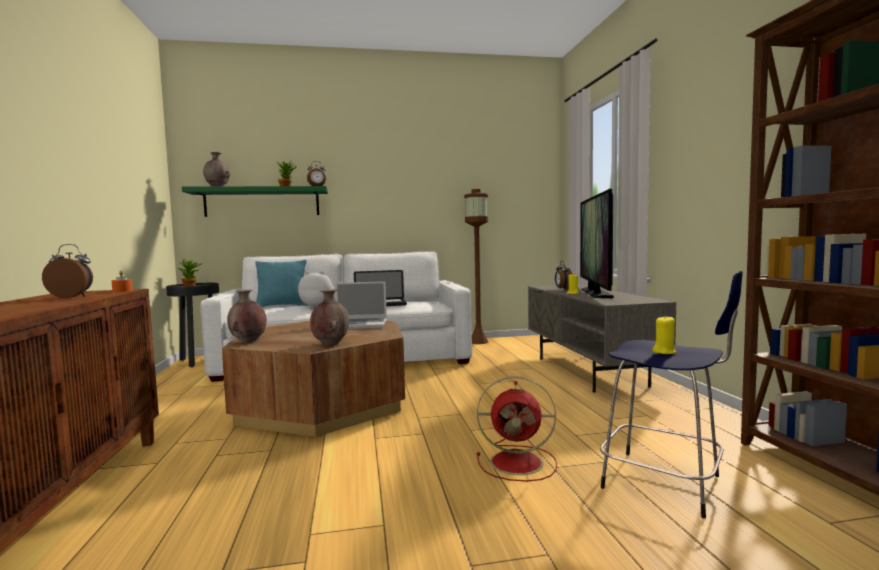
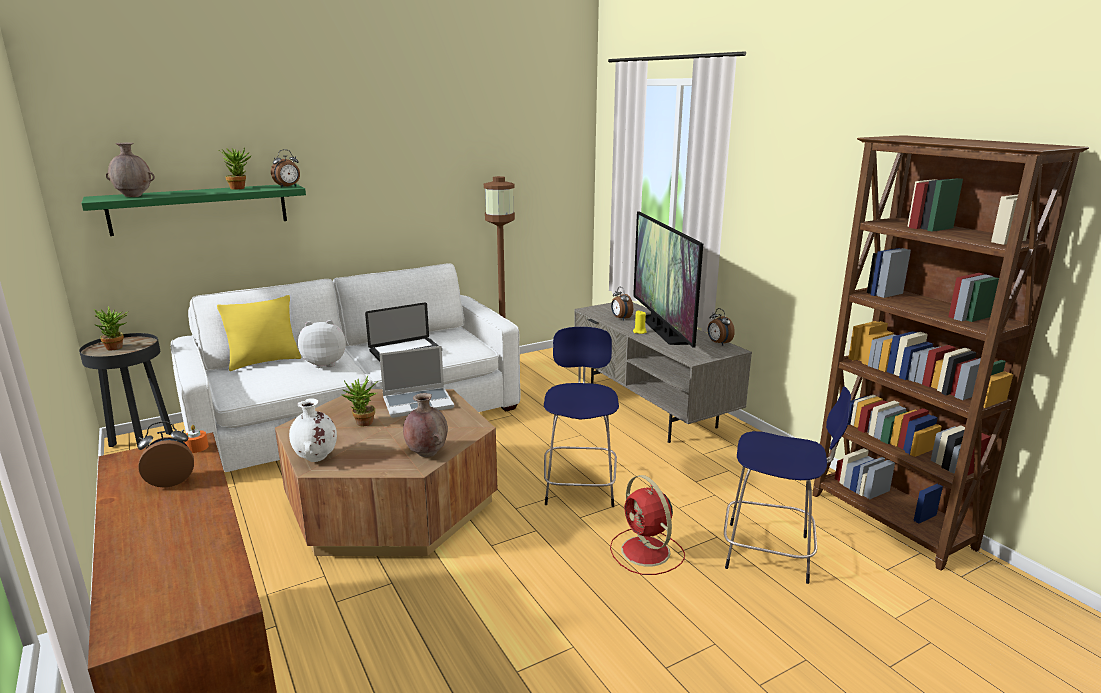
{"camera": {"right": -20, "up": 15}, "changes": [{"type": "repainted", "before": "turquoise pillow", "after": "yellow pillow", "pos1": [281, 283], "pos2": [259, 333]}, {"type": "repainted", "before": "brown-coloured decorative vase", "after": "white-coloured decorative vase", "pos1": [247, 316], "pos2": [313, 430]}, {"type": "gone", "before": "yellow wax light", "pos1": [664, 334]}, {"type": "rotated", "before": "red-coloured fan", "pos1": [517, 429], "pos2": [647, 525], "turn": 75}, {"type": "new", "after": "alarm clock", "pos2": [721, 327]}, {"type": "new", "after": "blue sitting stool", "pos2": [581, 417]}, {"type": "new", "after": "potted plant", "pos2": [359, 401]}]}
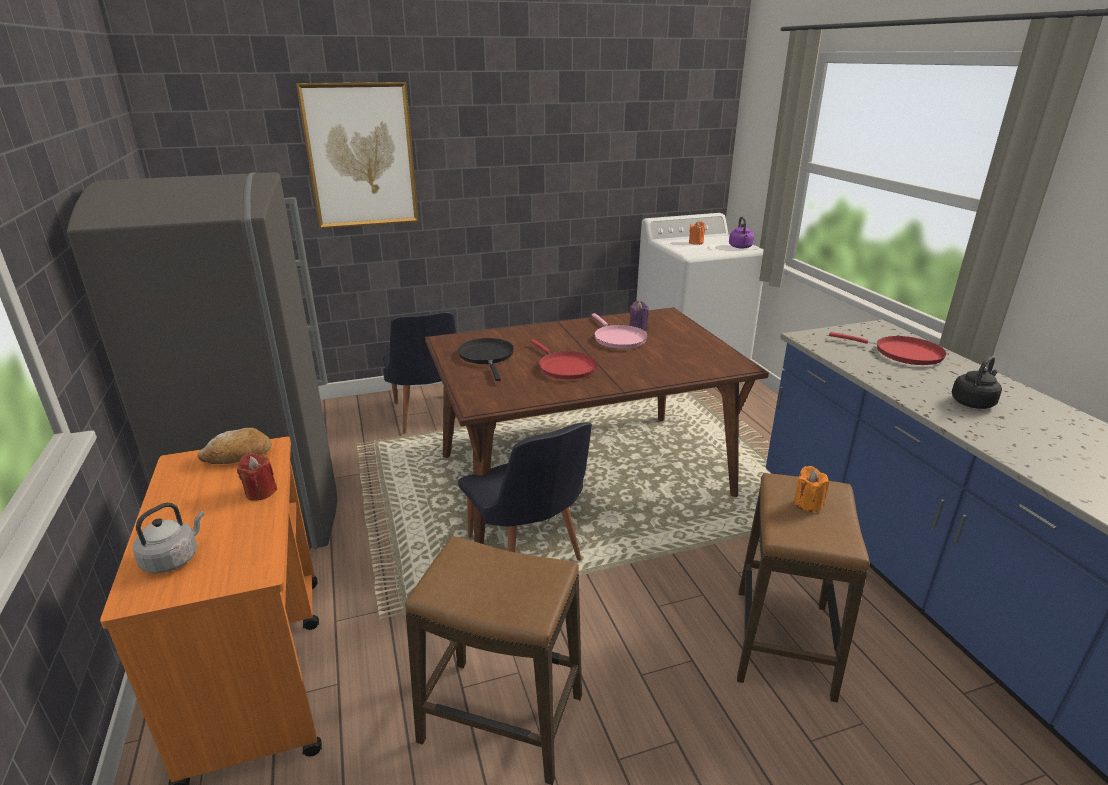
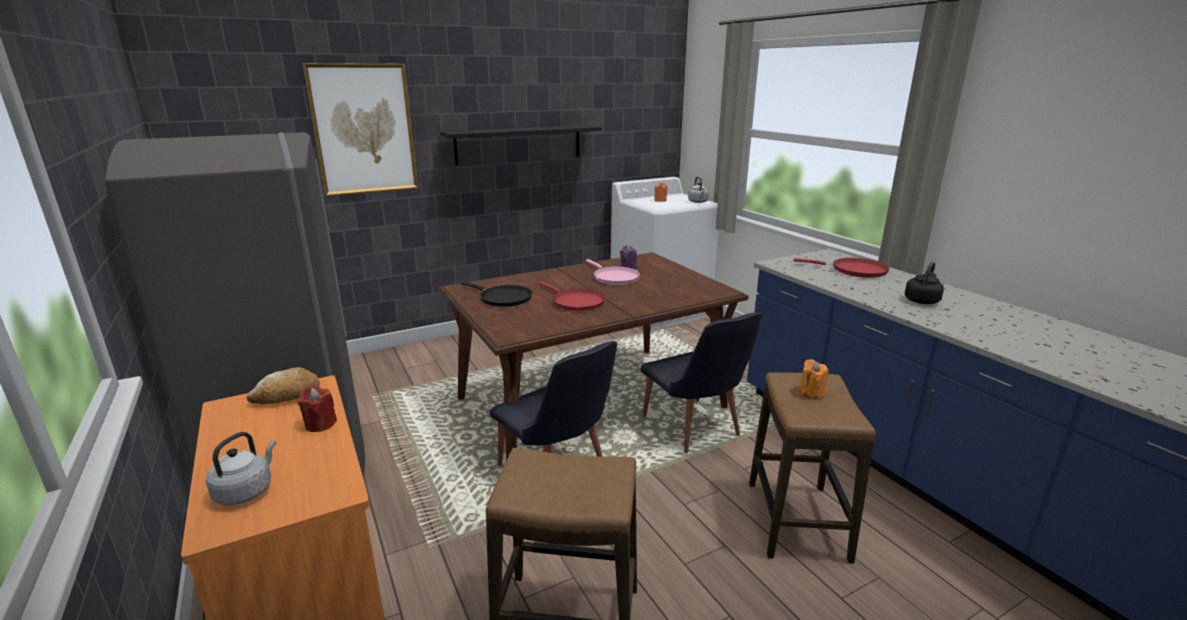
{"camera": {"right": -10, "up": -5}, "changes": [{"type": "repainted", "before": "purple-coloured water kettle", "after": "greyish water kettle", "pos1": [741, 233], "pos2": [698, 189]}, {"type": "shifted", "before": "black plain chair", "pos1": [419, 372], "pos2": [701, 382]}, {"type": "rotated", "before": "black pan", "pos1": [486, 359], "pos2": [496, 294], "turn": 150}, {"type": "new", "after": "black bracket shelf", "pos2": [521, 145]}]}
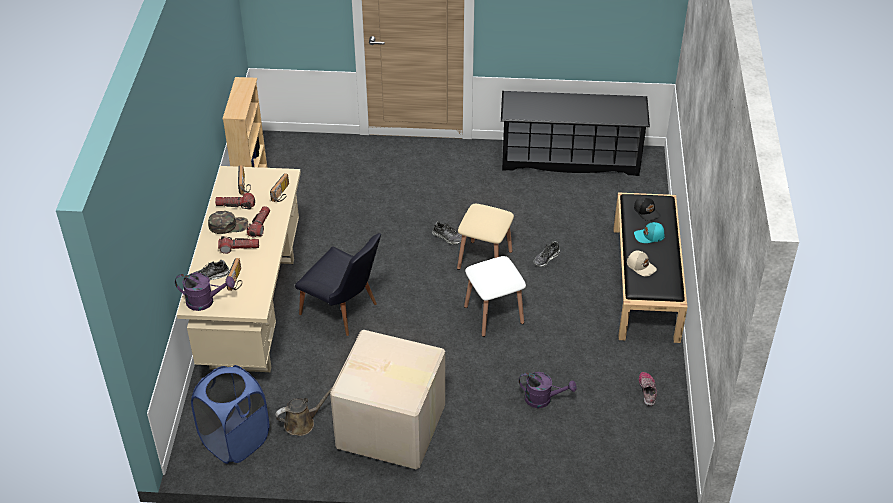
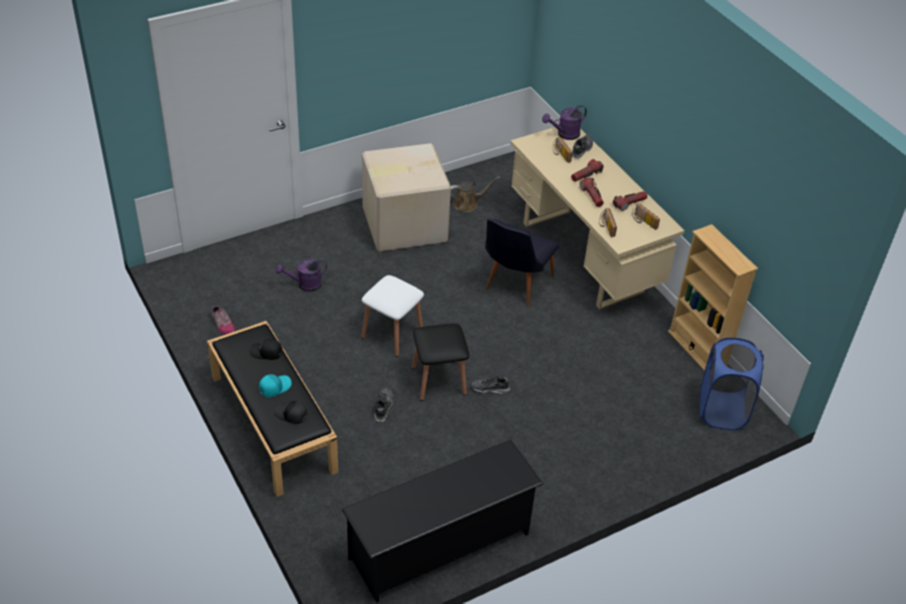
{"camera": {"right": 145, "up": 0}, "changes": [{"type": "repainted", "before": "beige sitting stool", "after": "black sitting stool", "pos1": [485, 237], "pos2": [440, 362]}, {"type": "gone", "before": "greenish peaked cap", "pos1": [228, 222]}, {"type": "rotated", "before": "black plain chair", "pos1": [338, 284], "pos2": [522, 262], "turn": -60}, {"type": "repainted", "before": "beige peaked cap", "after": "black peaked cap", "pos1": [642, 263], "pos2": [266, 349]}, {"type": "shifted", "before": "blue hamper", "pos1": [230, 414], "pos2": [732, 384]}, {"type": "rotated", "before": "brown-coloured sprinkling can", "pos1": [304, 411], "pos2": [475, 194], "turn": -135}]}
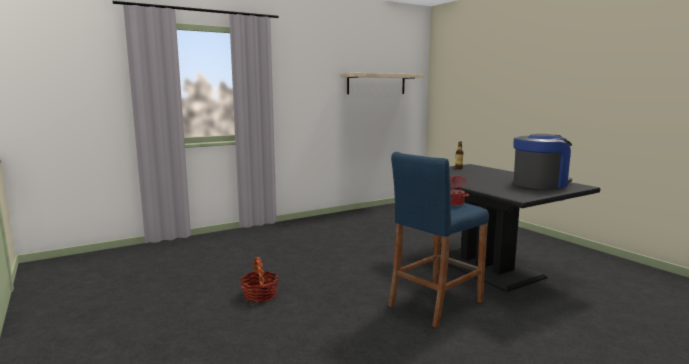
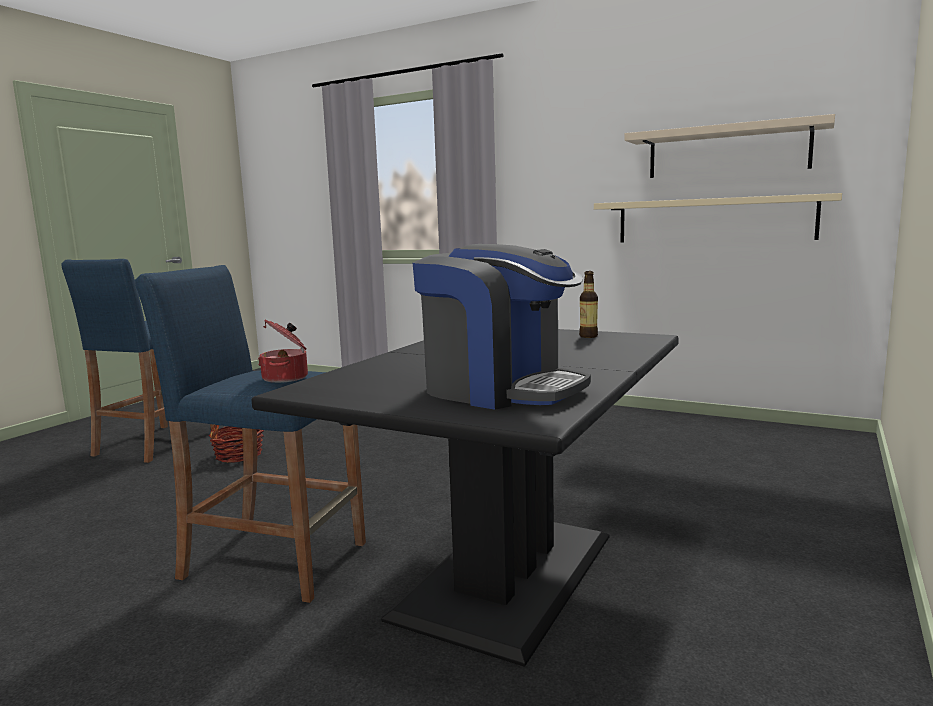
{"camera": {"right": 60, "up": 0}, "changes": [{"type": "new", "after": "beige bracket shelf", "pos2": [718, 218]}, {"type": "new", "after": "blue sitting stool", "pos2": [139, 361]}]}
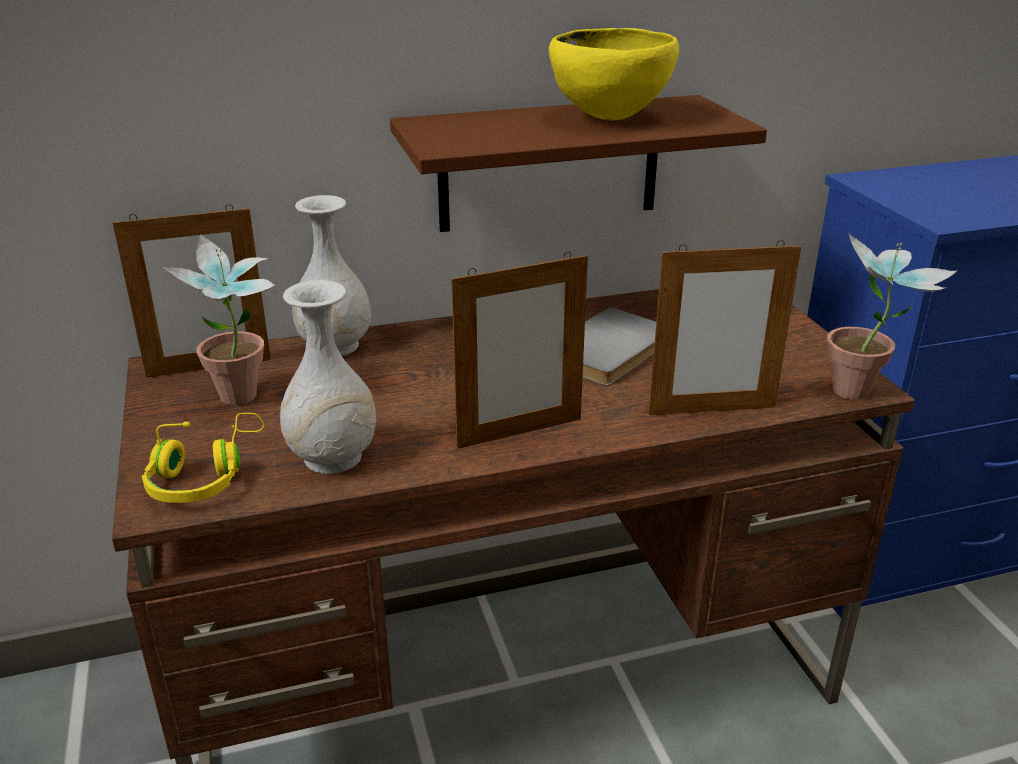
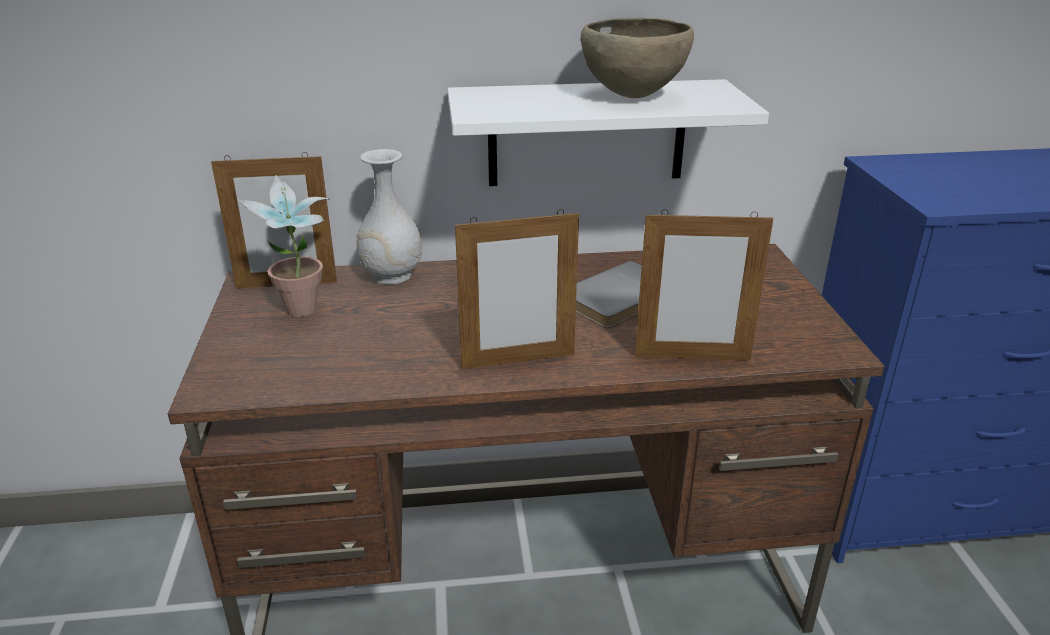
{"camera": {"right": 10, "up": 0}, "changes": [{"type": "repainted", "before": "yellow serving bowl", "after": "brown-coloured serving bowl", "pos1": [614, 74], "pos2": [637, 58]}, {"type": "repainted", "before": "brown-coloured bracket shelf", "after": "white-coloured bracket shelf", "pos1": [578, 163], "pos2": [608, 132]}, {"type": "gone", "before": "potted plant", "pos1": [891, 317]}, {"type": "gone", "before": "white-coloured decorative vase", "pos1": [328, 377]}, {"type": "gone", "before": "yellow pair of headphones", "pos1": [203, 458]}]}
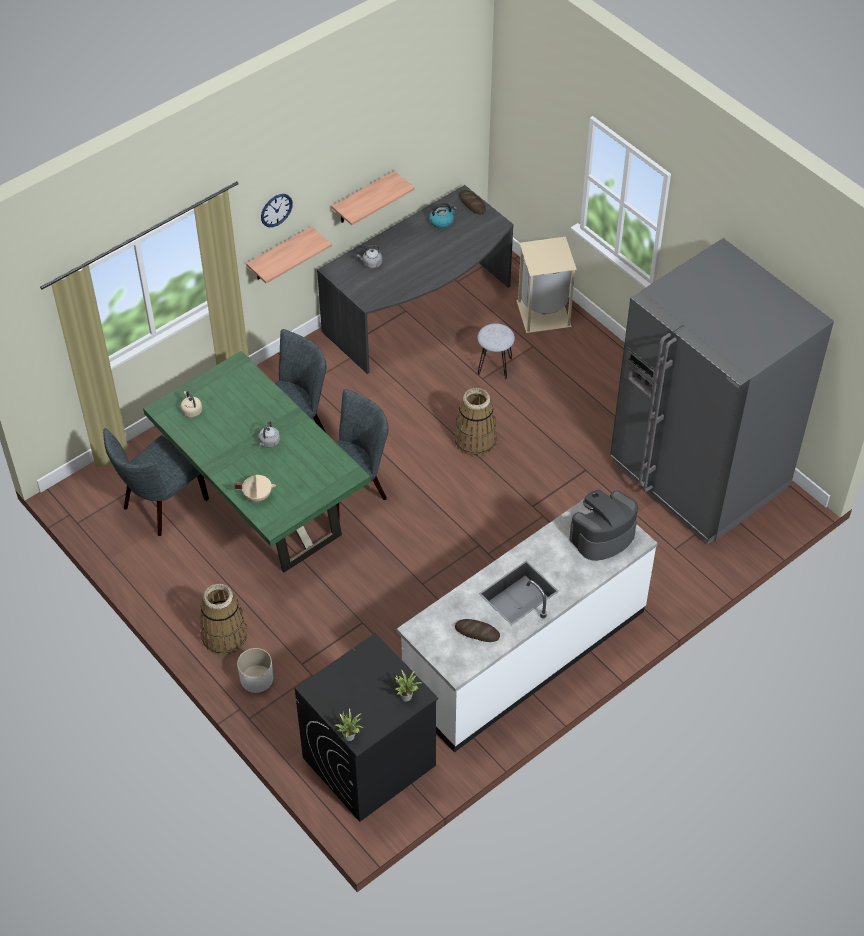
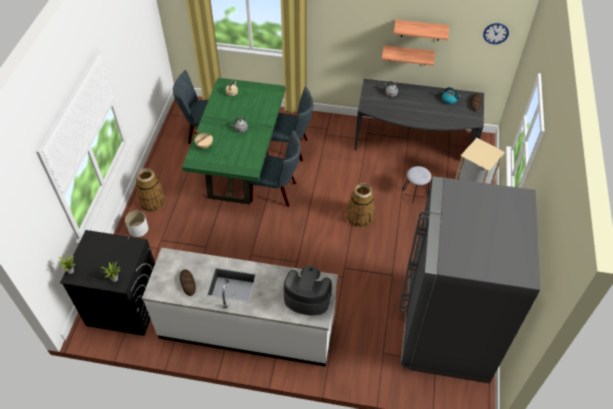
{"camera": {"right": 50, "up": 0}, "changes": [{"type": "shifted", "before": "wall clock", "pos1": [277, 210], "pos2": [496, 33]}, {"type": "shifted", "before": "bracket shelf", "pos1": [289, 254], "pos2": [421, 30]}]}
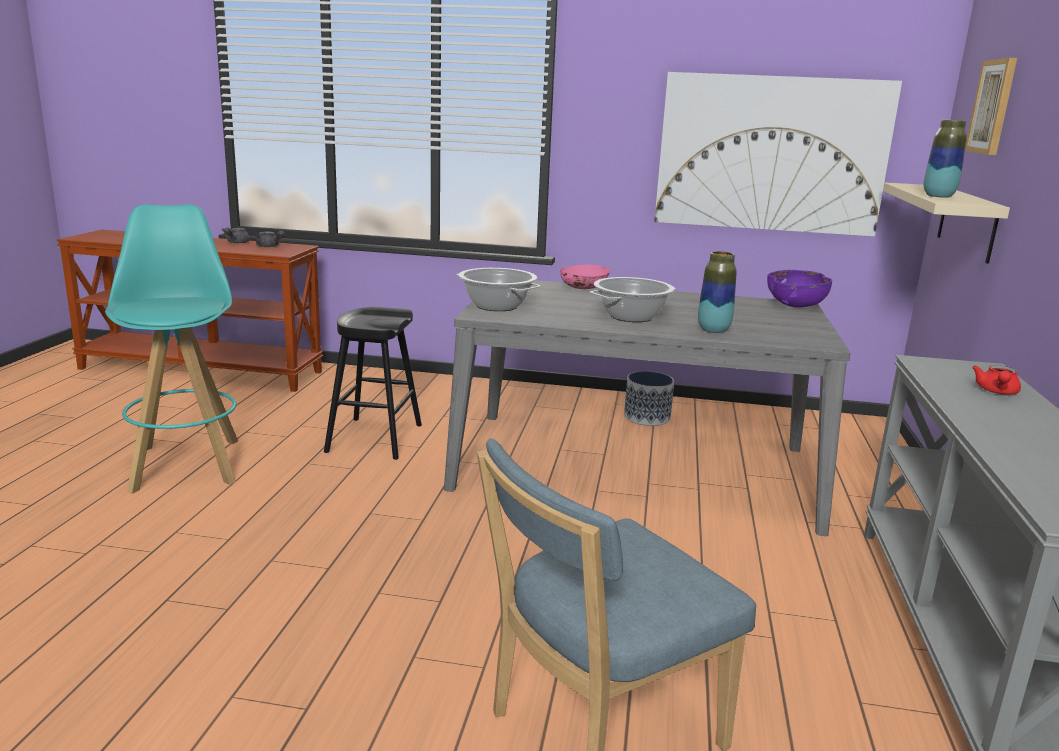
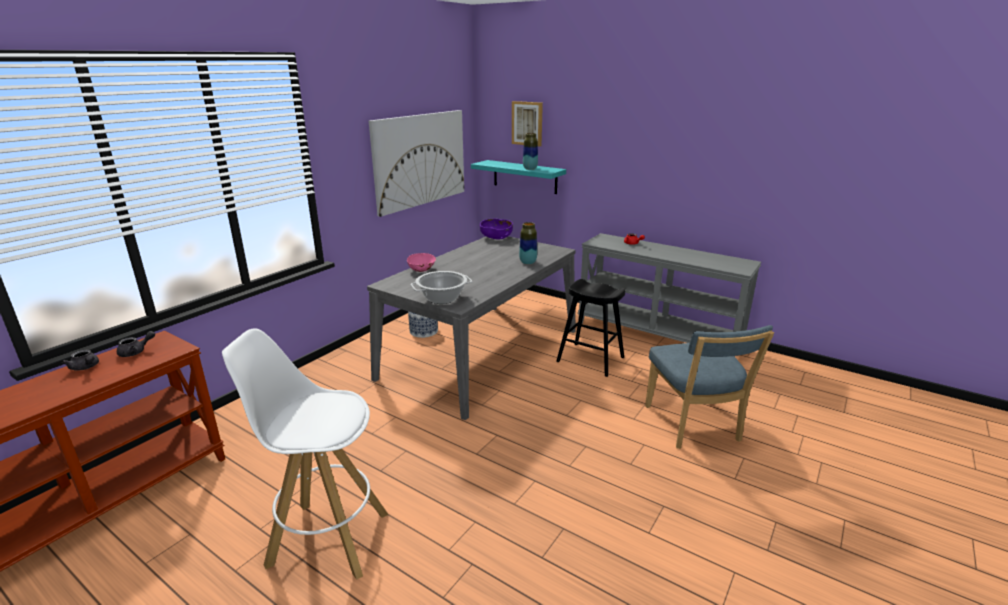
{"camera": {"right": -65, "up": 5}, "changes": [{"type": "repainted", "before": "beige bracket shelf", "after": "turquoise bracket shelf", "pos1": [946, 223], "pos2": [518, 177]}, {"type": "repainted", "before": "turquoise sitting stool", "after": "white-coloured sitting stool", "pos1": [171, 349], "pos2": [305, 454]}, {"type": "gone", "before": "saucepot", "pos1": [633, 299]}, {"type": "shifted", "before": "black sitting stool", "pos1": [373, 383], "pos2": [591, 328]}]}
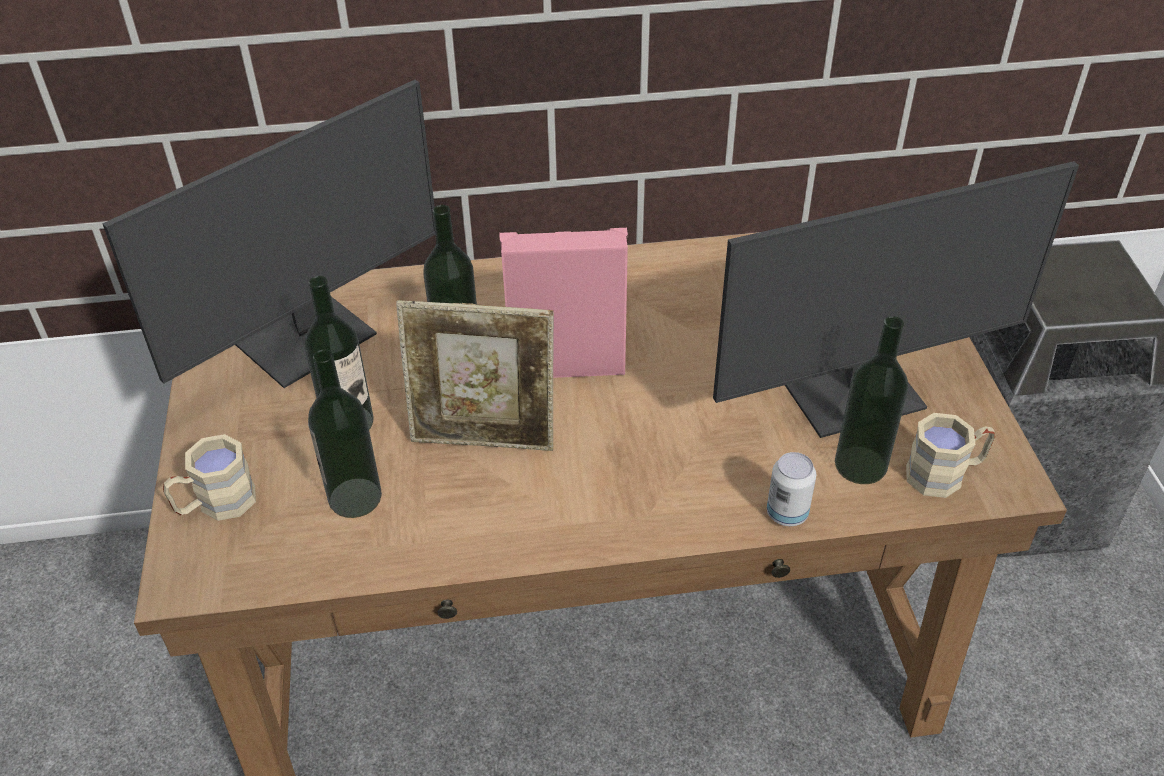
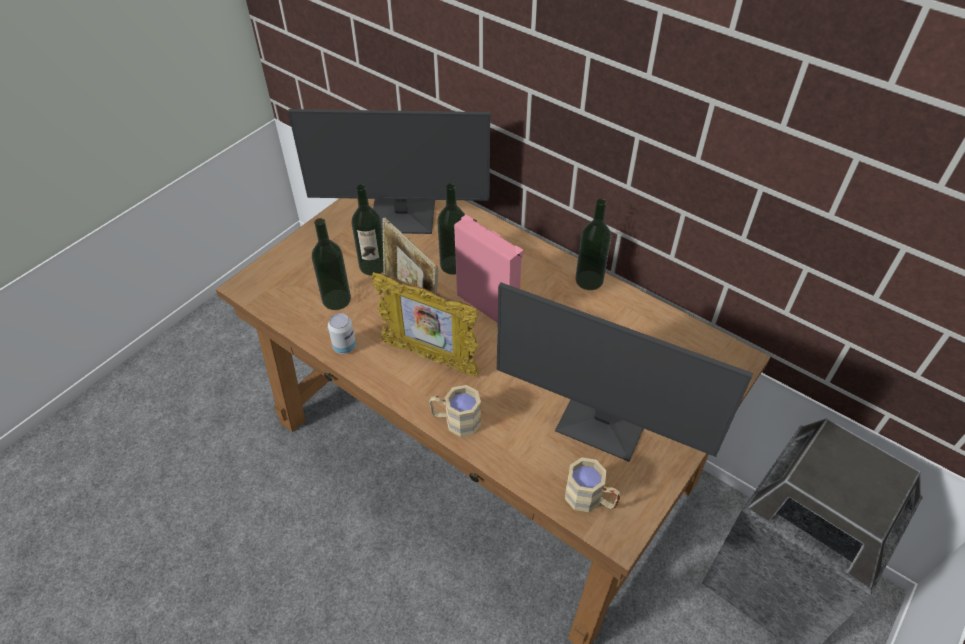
{"camera": {"right": 45, "up": 5}, "changes": [{"type": "shifted", "before": "bottle", "pos1": [871, 400], "pos2": [593, 244]}, {"type": "shifted", "before": "beige mug", "pos1": [209, 477], "pos2": [455, 411]}, {"type": "shifted", "before": "sealed can", "pos1": [791, 489], "pos2": [342, 333]}, {"type": "new", "after": "standing frame", "pos2": [425, 324]}]}
